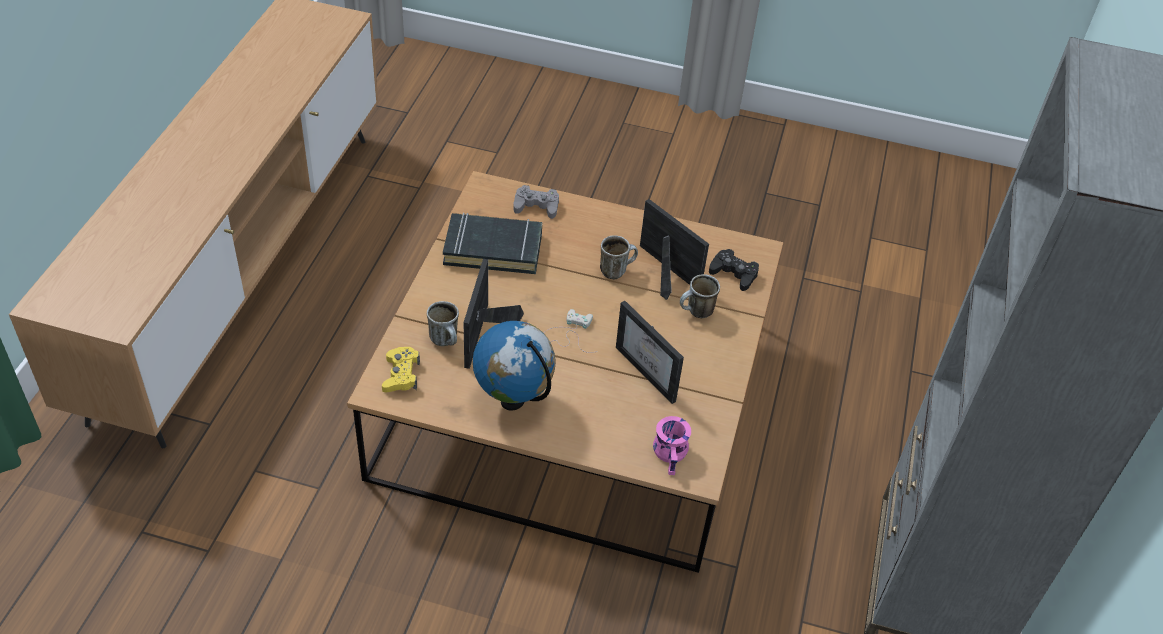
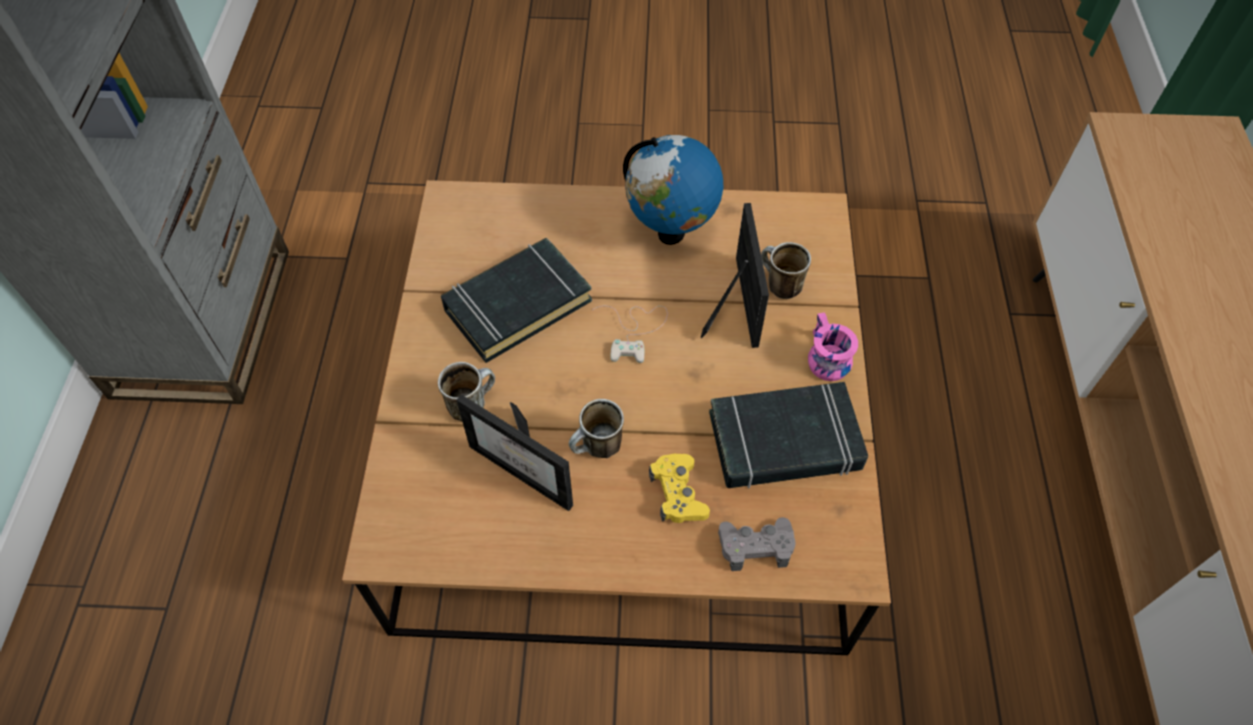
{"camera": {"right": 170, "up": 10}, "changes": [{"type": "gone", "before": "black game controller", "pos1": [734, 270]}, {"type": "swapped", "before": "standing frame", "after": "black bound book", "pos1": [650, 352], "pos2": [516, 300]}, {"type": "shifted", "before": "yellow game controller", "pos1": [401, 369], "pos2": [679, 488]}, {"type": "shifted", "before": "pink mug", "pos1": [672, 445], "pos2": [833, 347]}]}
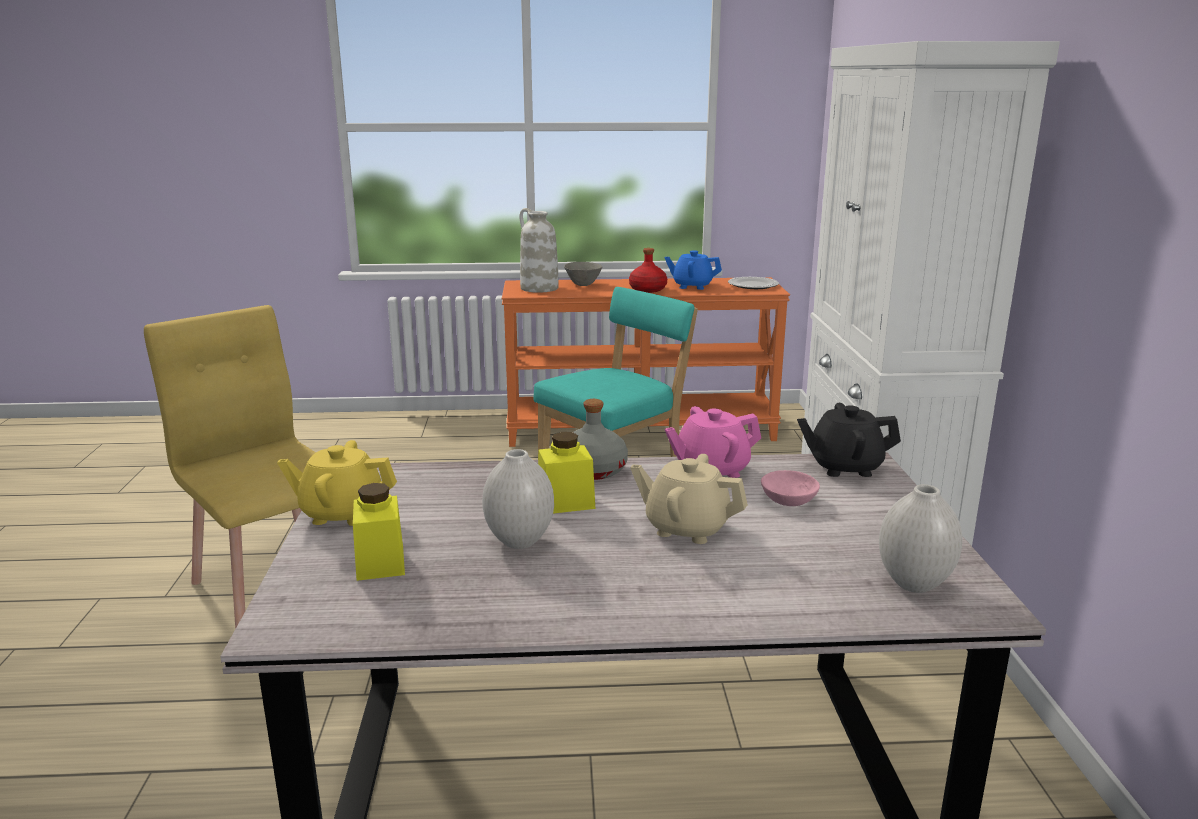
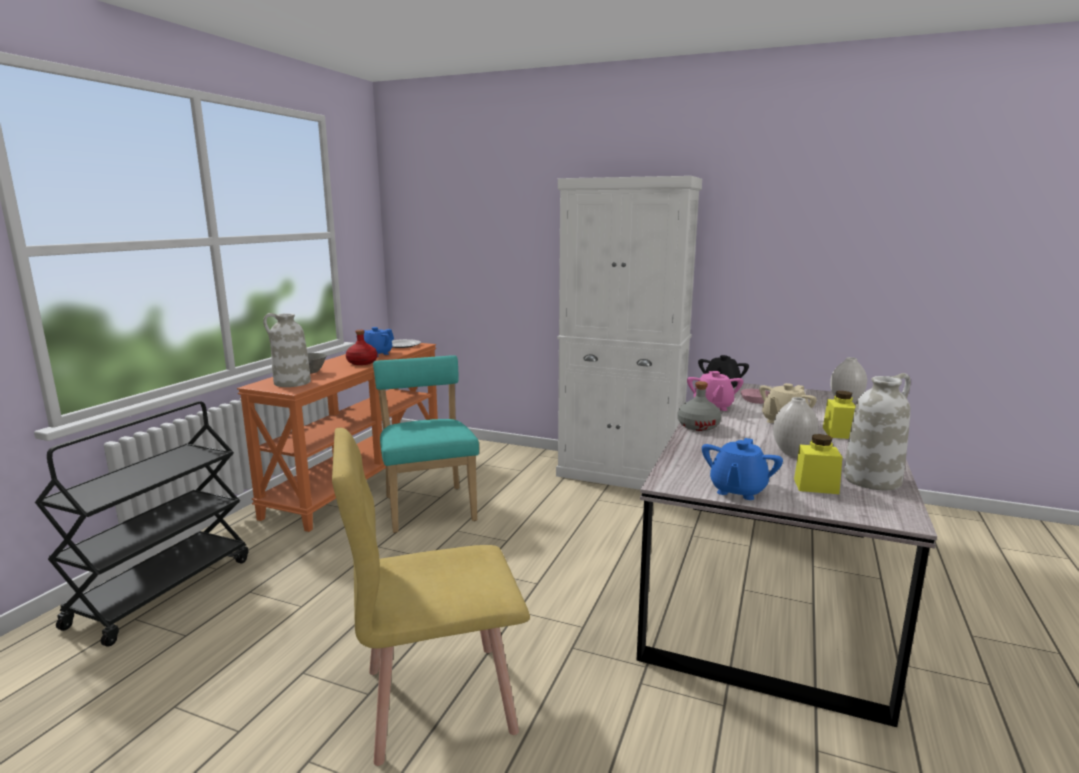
{"camera": {"right": -65, "up": -5}, "changes": [{"type": "shifted", "before": "yellow preserve jar", "pos1": [566, 473], "pos2": [839, 415]}, {"type": "repainted", "before": "yellow tea pot", "after": "blue tea pot", "pos1": [337, 483], "pos2": [742, 469]}, {"type": "new", "after": "white-coloured decorative vase", "pos2": [877, 431]}, {"type": "new", "after": "black cart", "pos2": [141, 524]}]}
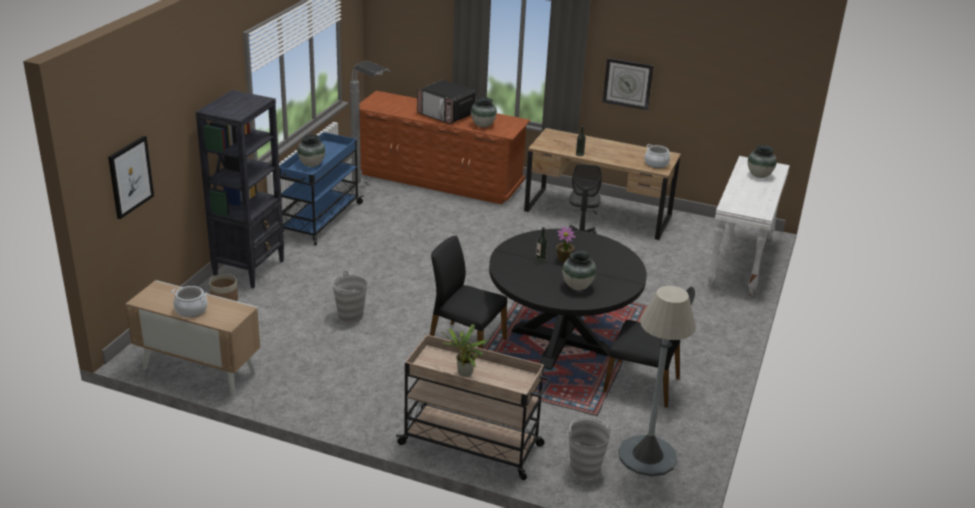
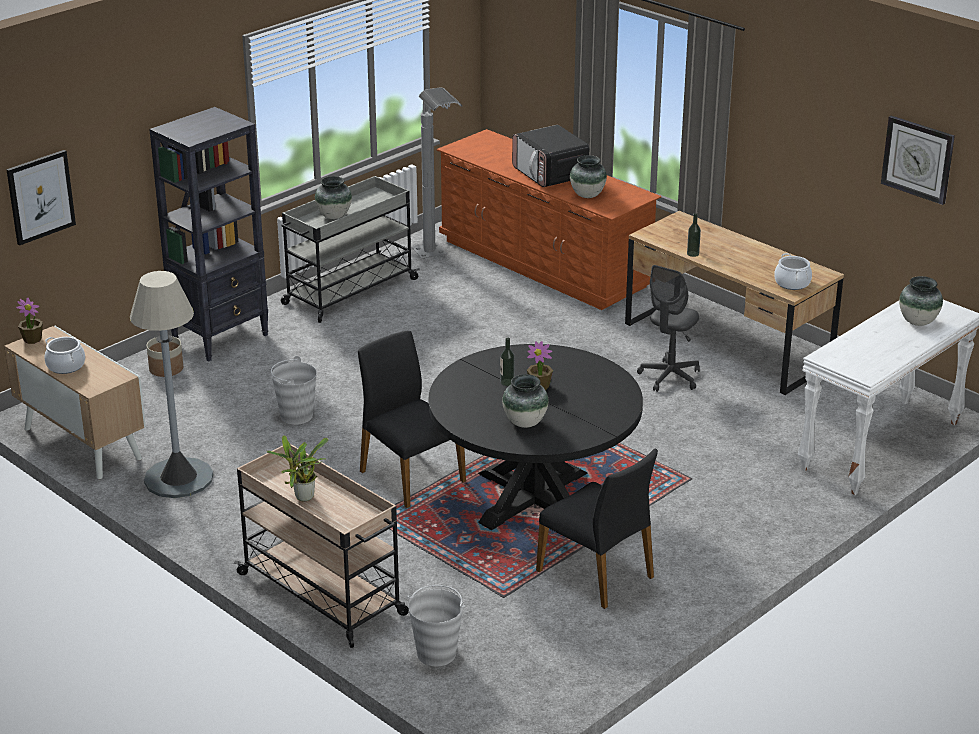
{"camera": {"right": 25, "up": 0}, "changes": [{"type": "shifted", "before": "wall clock", "pos1": [628, 84], "pos2": [918, 160]}, {"type": "repainted", "before": "blue cart", "after": "greyish cart", "pos1": [321, 189], "pos2": [350, 249]}, {"type": "shifted", "before": "greyish standard lamp", "pos1": [657, 381], "pos2": [171, 384]}, {"type": "new", "after": "potted plant", "pos2": [29, 320]}]}
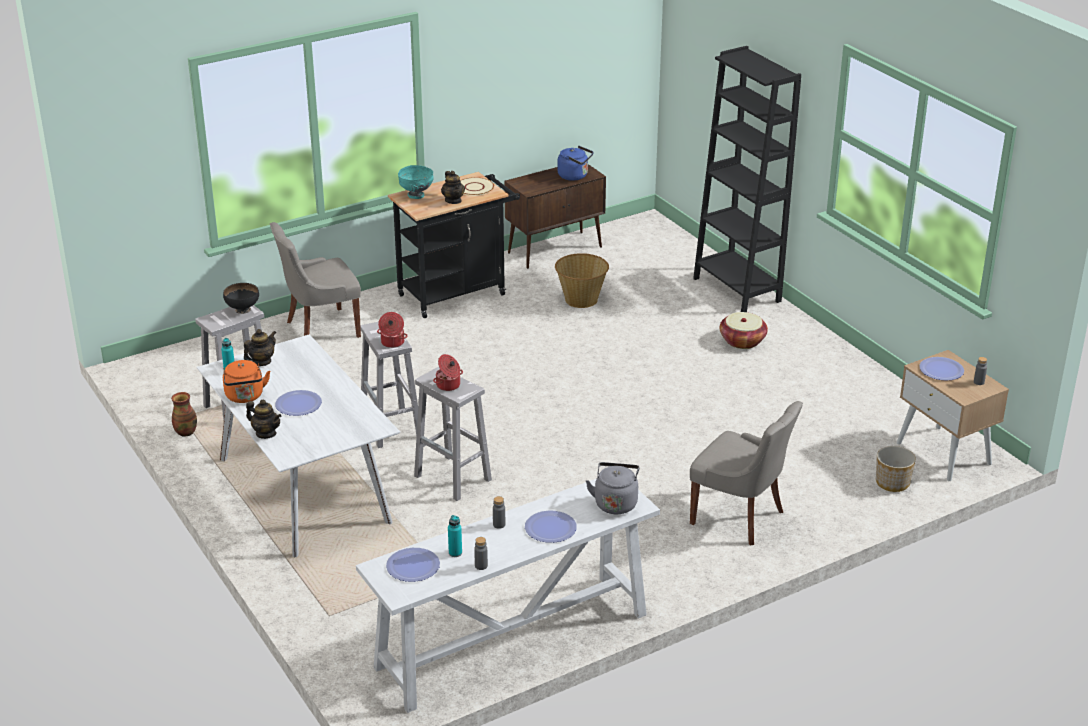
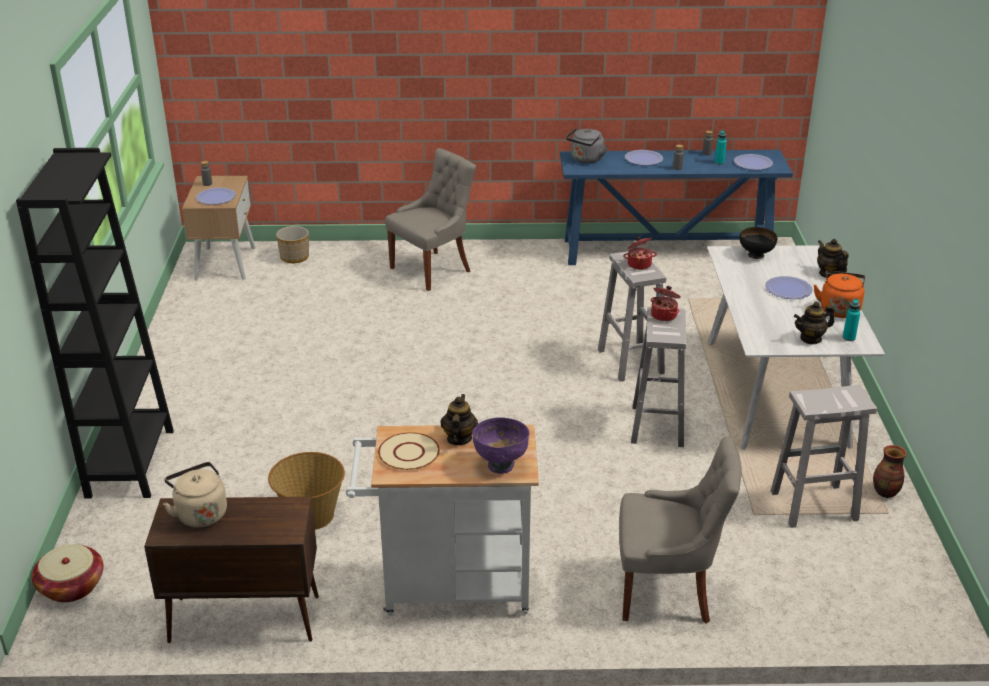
{"camera": {"right": -150, "up": 0}, "changes": [{"type": "repainted", "before": "blue water kettle", "after": "beige water kettle", "pos1": [575, 163], "pos2": [195, 495]}, {"type": "repainted", "before": "turquoise serving bowl", "after": "purple-coloured serving bowl", "pos1": [416, 182], "pos2": [500, 445]}, {"type": "repainted", "before": "black cart", "after": "white-coloured cart", "pos1": [454, 245], "pos2": [442, 520]}, {"type": "shifted", "before": "black serving bowl", "pos1": [241, 298], "pos2": [758, 243]}, {"type": "shifted", "before": "storage basket", "pos1": [744, 330], "pos2": [68, 573]}, {"type": "rotated", "before": "greyish plain chair", "pos1": [746, 473], "pos2": [430, 219], "turn": 75}, {"type": "repainted", "before": "white-coloured console table", "after": "blue console table", "pos1": [508, 596], "pos2": [676, 207]}]}
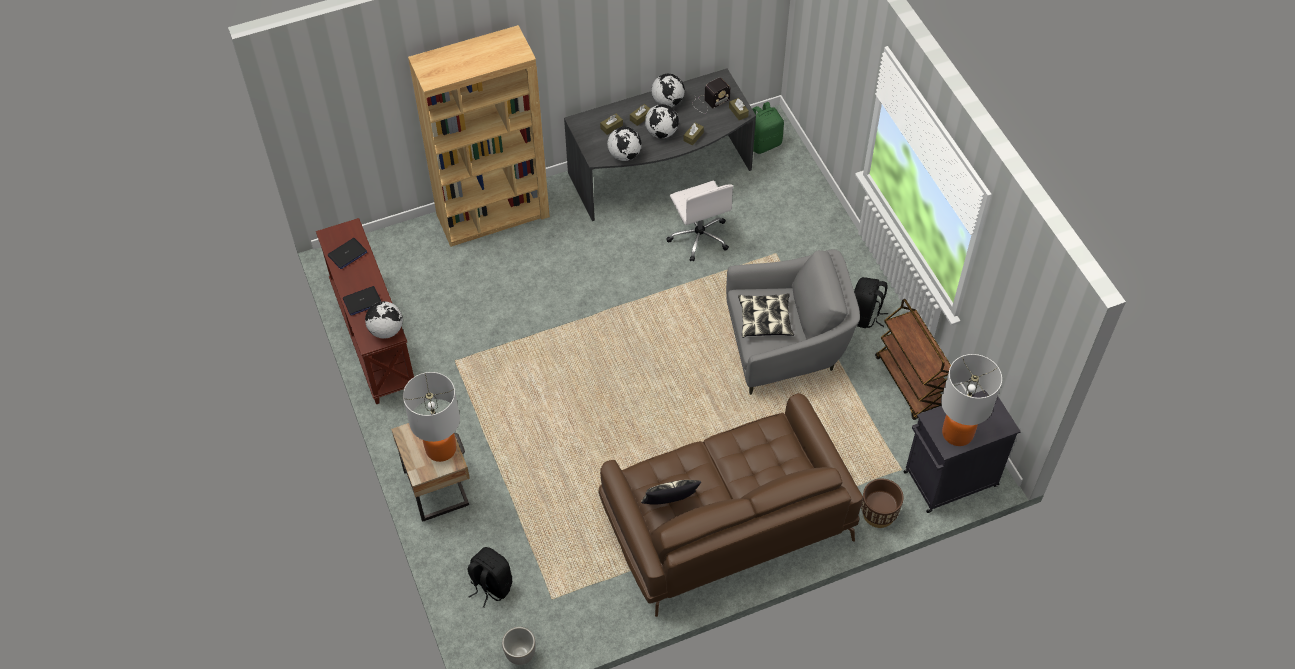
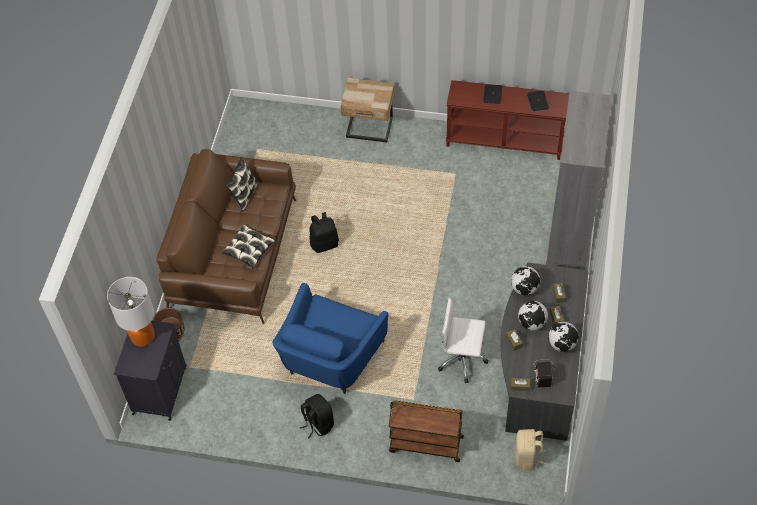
{"camera": {"right": 125, "up": 0}, "changes": [{"type": "repainted", "before": "brown-coloured shelving unit", "after": "greyish shelving unit", "pos1": [479, 136], "pos2": [578, 180]}, {"type": "repainted", "before": "greenish backpack", "after": "beige backpack", "pos1": [768, 128], "pos2": [530, 450]}, {"type": "repainted", "before": "greyish armchair", "after": "blue armchair", "pos1": [793, 322], "pos2": [330, 338]}, {"type": "shifted", "before": "pillow", "pos1": [766, 315], "pos2": [248, 247]}, {"type": "shifted", "before": "brown-coloured cart", "pos1": [913, 359], "pos2": [426, 431]}, {"type": "gone", "before": "desk globe", "pos1": [384, 320]}, {"type": "gone", "before": "tabletop lamp", "pos1": [431, 417]}, {"type": "shifted", "before": "black backpack", "pos1": [490, 577], "pos2": [324, 232]}, {"type": "gone", "before": "planter", "pos1": [519, 646]}]}
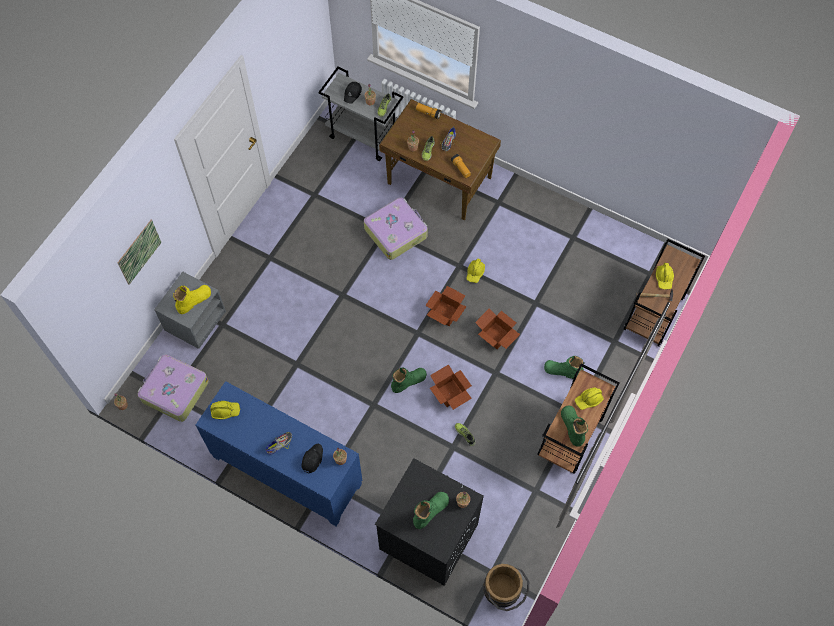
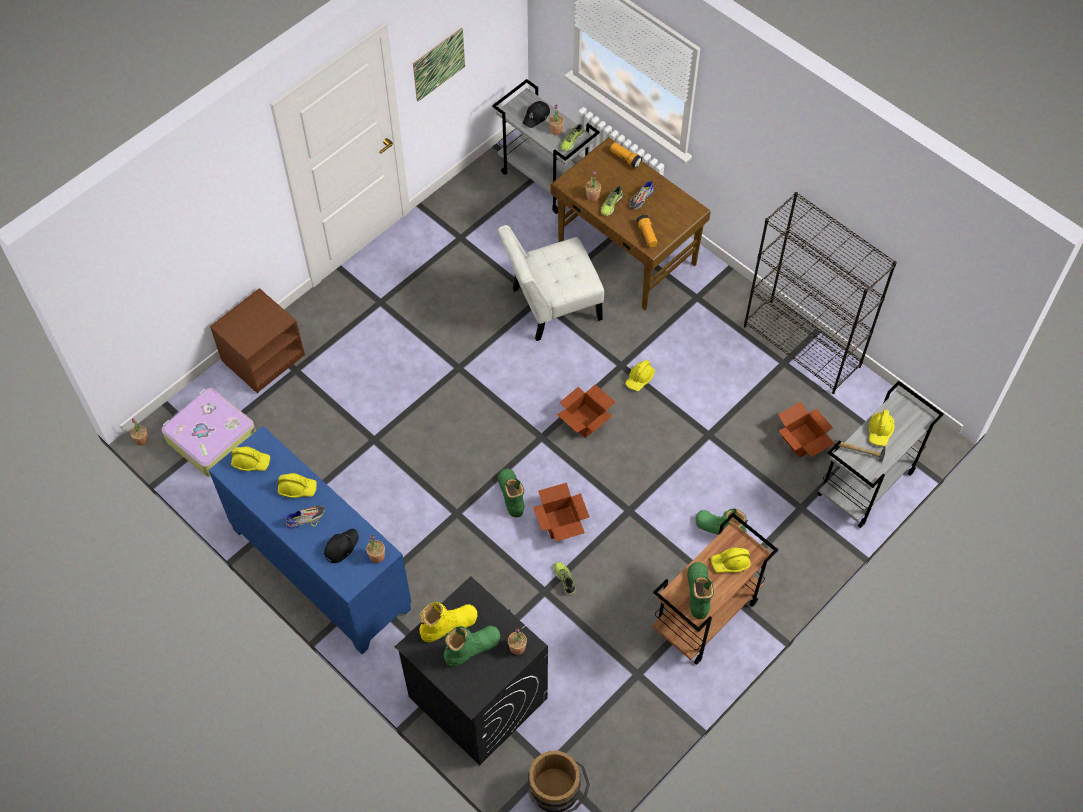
{"camera": {"right": 15, "up": -5}, "changes": [{"type": "swapped", "before": "suitcase", "after": "white-coloured plain chair", "pos1": [396, 228], "pos2": [551, 283]}, {"type": "shifted", "before": "picture", "pos1": [139, 252], "pos2": [439, 65]}, {"type": "repainted", "before": "brown-coloured cart", "after": "greyish cart", "pos1": [664, 292], "pos2": [880, 454]}, {"type": "repainted", "before": "greyish nightstand", "after": "brown-coloured nightstand", "pos1": [190, 310], "pos2": [257, 340]}, {"type": "shifted", "before": "yellow tall boot", "pos1": [192, 299], "pos2": [448, 622]}, {"type": "shifted", "before": "carton", "pos1": [497, 328], "pos2": [806, 429]}, {"type": "rotated", "before": "greenish tall boot", "pos1": [409, 380], "pos2": [511, 493], "turn": -90}, {"type": "new", "after": "black shelving unit", "pos2": [820, 293]}, {"type": "new", "after": "yellow hard hat", "pos2": [297, 485]}]}
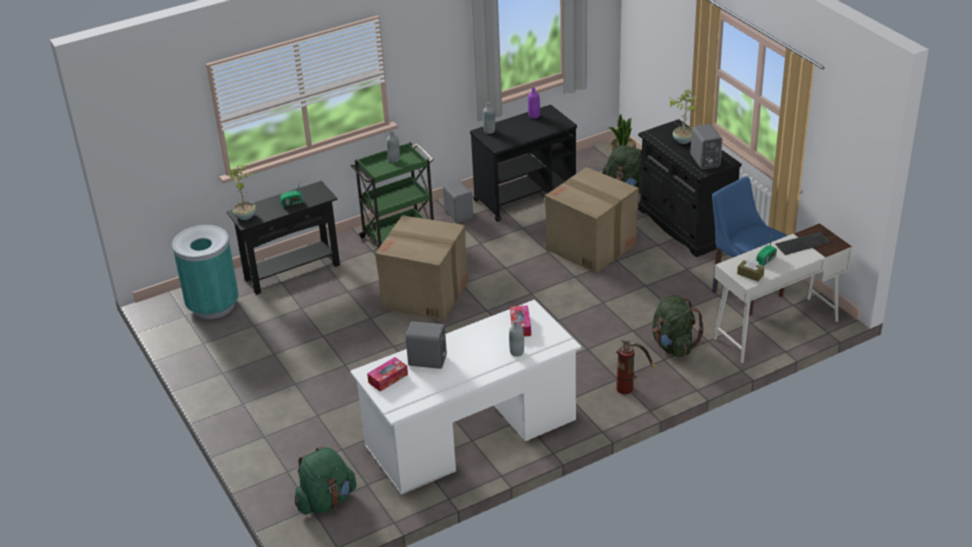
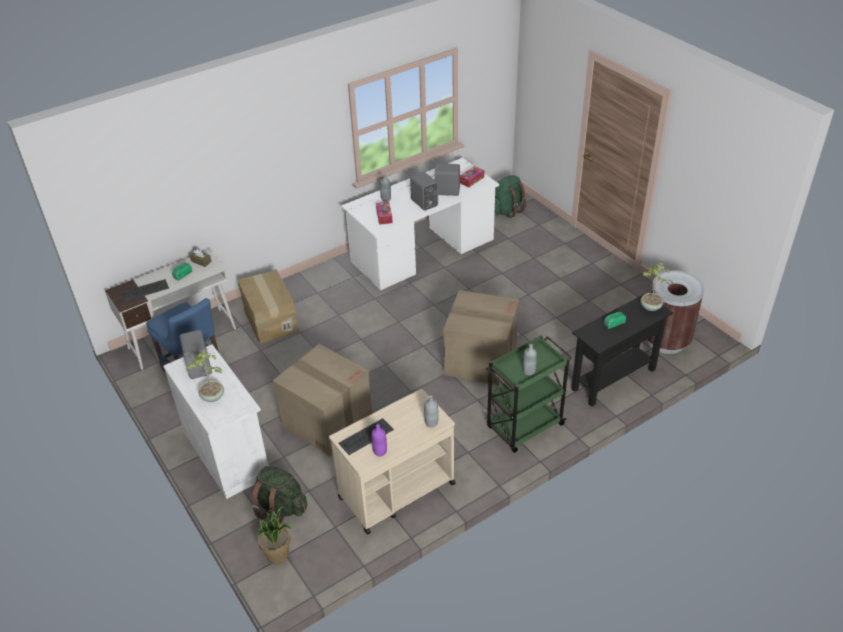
{"camera": {"right": 175, "up": 5}, "changes": [{"type": "repainted", "before": "black cart", "after": "beige cart", "pos1": [523, 163], "pos2": [392, 461]}, {"type": "repainted", "before": "black cupboard", "after": "white-coloured cupboard", "pos1": [690, 188], "pos2": [216, 421]}, {"type": "shifted", "before": "greyish speaker", "pos1": [458, 201], "pos2": [424, 191]}, {"type": "repainted", "before": "turquoise rubbish bin", "after": "brown-coloured rubbish bin", "pos1": [205, 272], "pos2": [675, 312]}, {"type": "swapped", "before": "greenish backpack", "after": "carton", "pos1": [678, 326], "pos2": [268, 306]}, {"type": "gone", "before": "fire extinguisher", "pos1": [636, 367]}, {"type": "new", "after": "PC keyboard", "pos2": [366, 436]}]}
